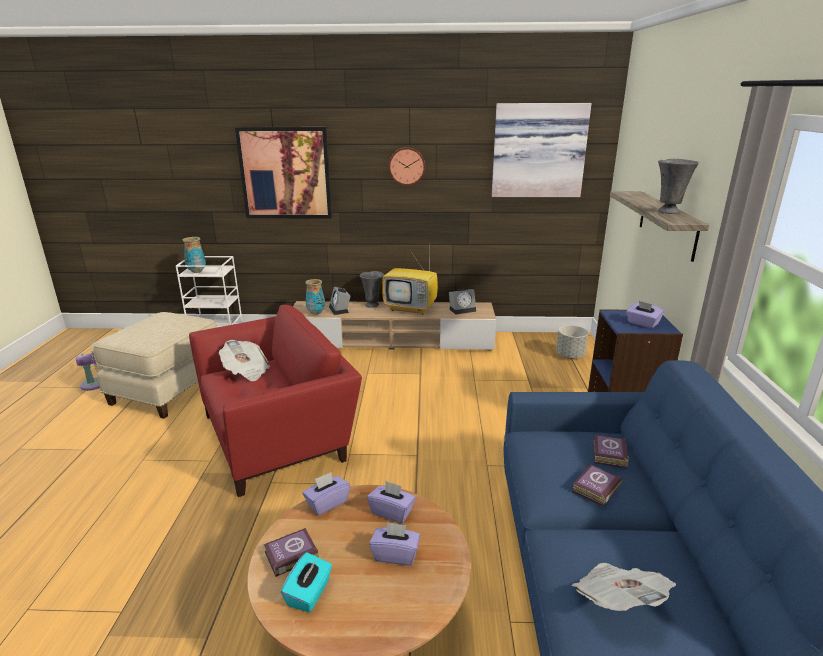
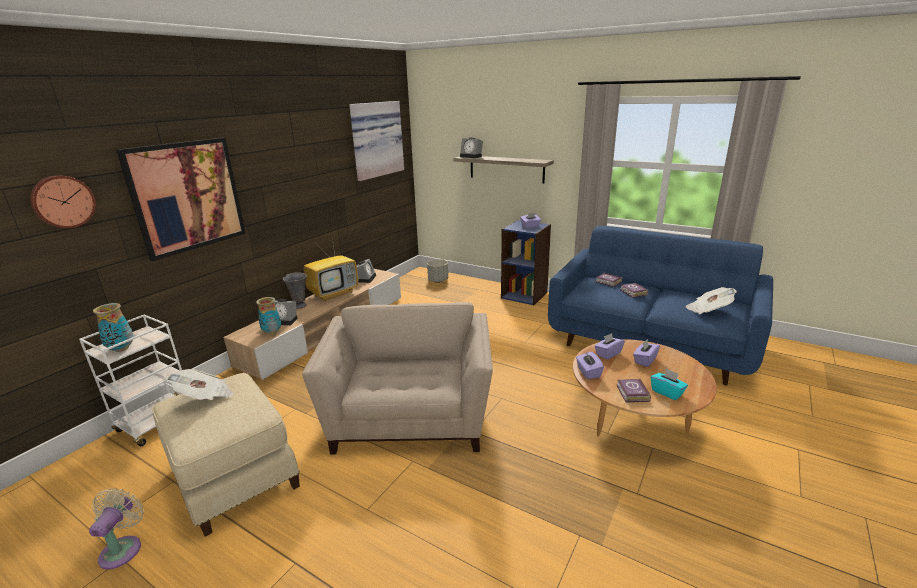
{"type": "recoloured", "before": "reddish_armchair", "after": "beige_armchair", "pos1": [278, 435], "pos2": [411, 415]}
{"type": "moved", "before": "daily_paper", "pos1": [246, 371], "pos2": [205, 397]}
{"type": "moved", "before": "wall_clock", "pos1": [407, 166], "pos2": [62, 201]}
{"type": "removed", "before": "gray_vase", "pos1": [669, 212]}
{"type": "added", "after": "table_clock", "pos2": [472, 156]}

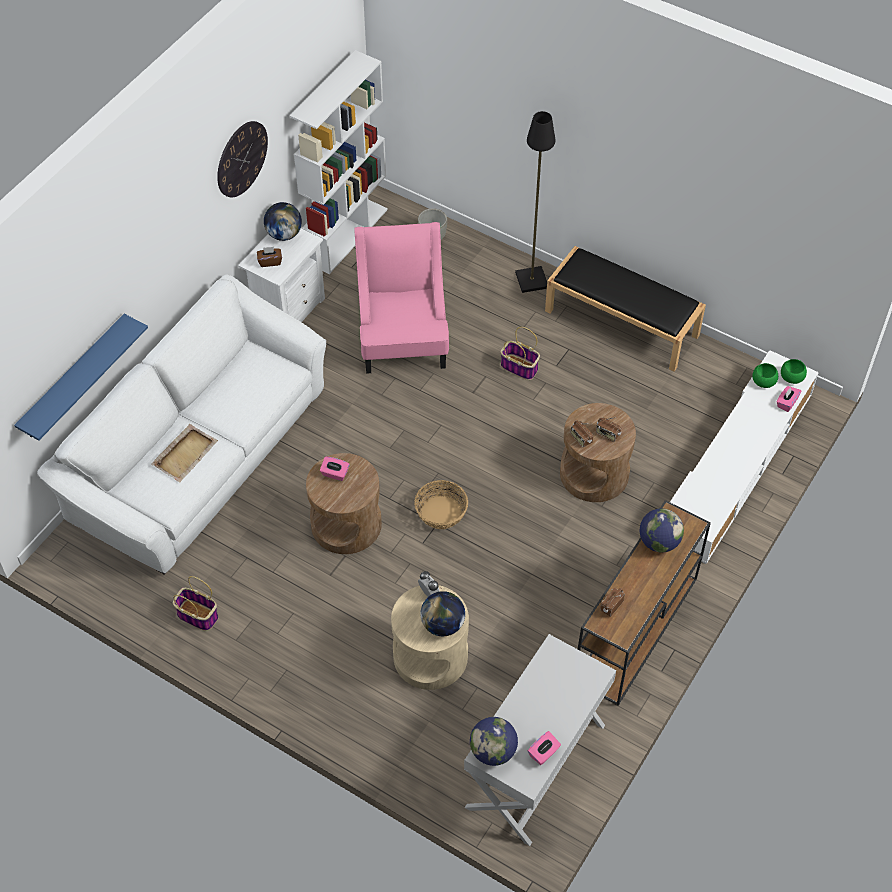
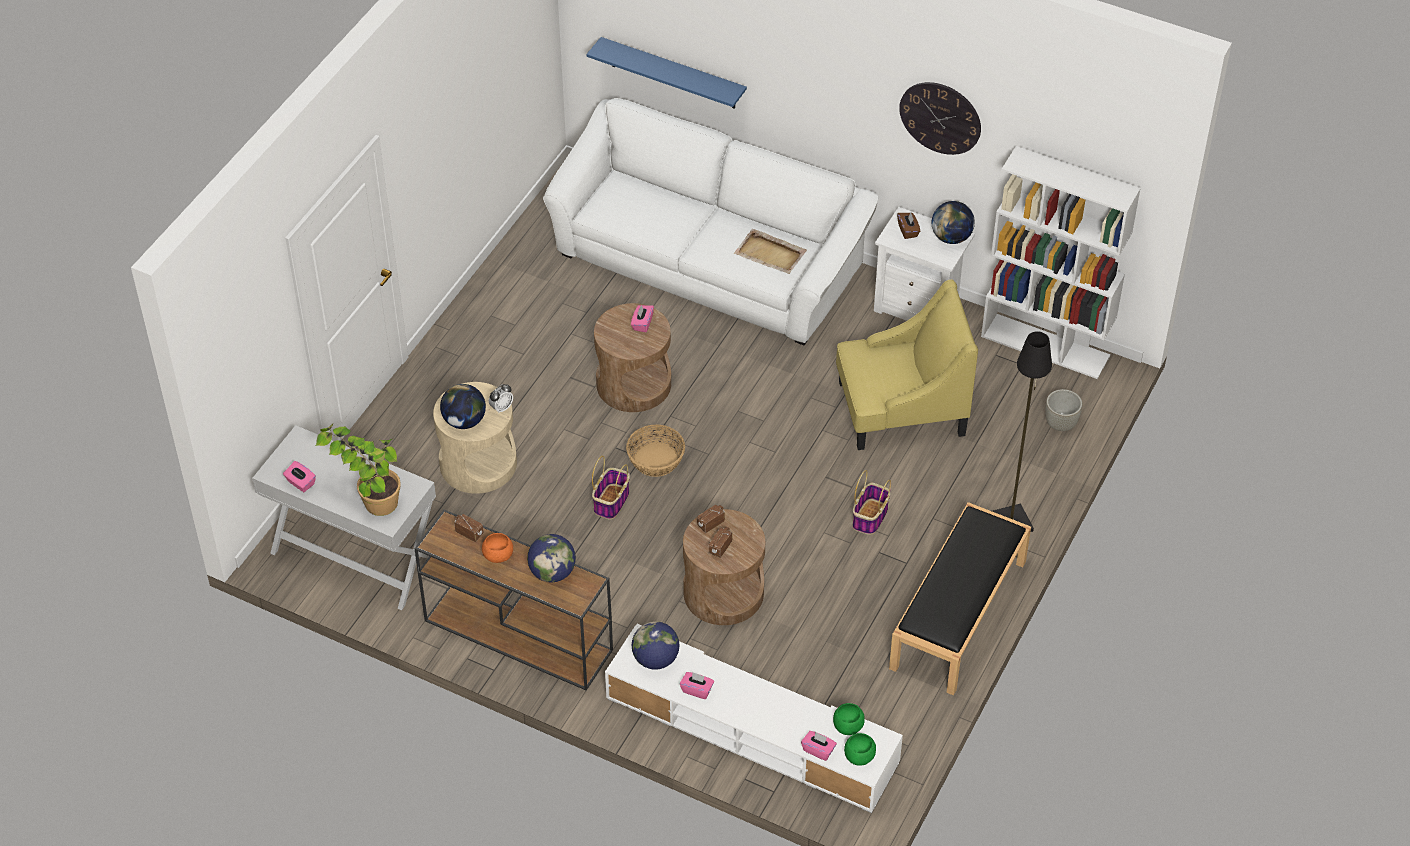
{"type": "moved", "before": "beige_serving_tray", "pos1": [185, 454], "pos2": [770, 254]}
{"type": "moved", "before": "household_basket", "pos1": [197, 615], "pos2": [611, 501]}
{"type": "recoloured", "before": "pink_armchair", "after": "yellow-coloured_armchair", "pos1": [403, 335], "pos2": [901, 409]}
{"type": "moved", "before": "world_globe", "pos1": [493, 751], "pos2": [655, 659]}
{"type": "added", "after": "plant_in_a_pot", "pos2": [368, 494]}
{"type": "added", "after": "orange_serving_bowl", "pos2": [498, 556]}
{"type": "added", "after": "pink_box_of_tissues", "pos2": [697, 690]}

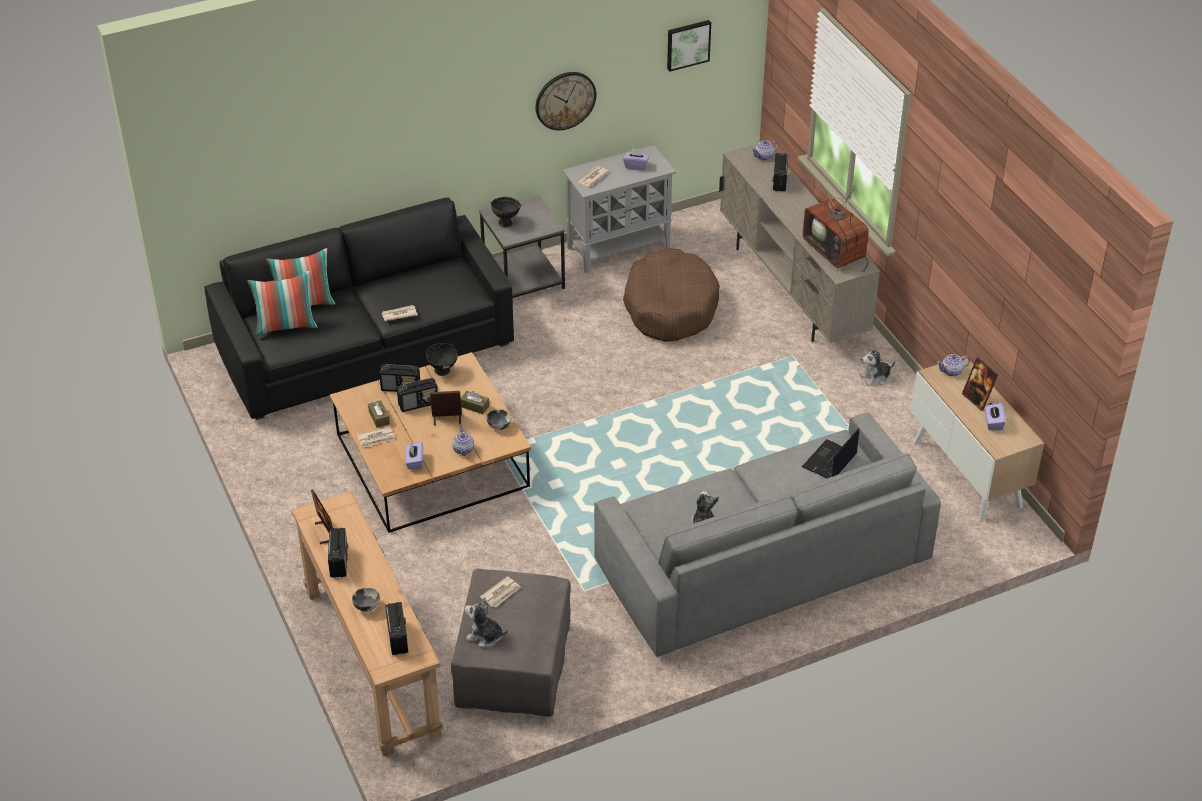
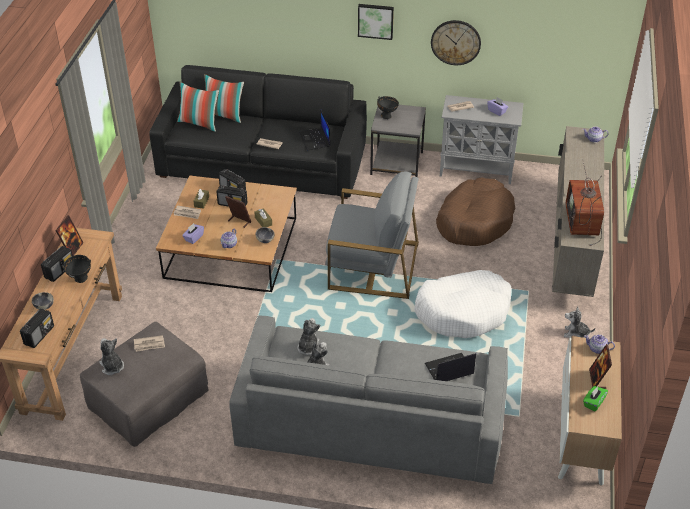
{"type": "moved", "before": "black_serving_bowl", "pos1": [443, 372], "pos2": [81, 279]}
{"type": "moved", "before": "picture", "pos1": [687, 44], "pos2": [375, 20]}
{"type": "removed", "before": "radio_receiver", "pos1": [779, 181]}
{"type": "recoloured", "before": "purplish_box_of_tissues", "after": "green-coloured_box_of_tissues", "pos1": [993, 423], "pos2": [593, 403]}
{"type": "added", "after": "cuddly_toy", "pos2": [308, 347]}
{"type": "added", "after": "portable_computer", "pos2": [315, 139]}
{"type": "added", "after": "gray_armchair", "pos2": [372, 266]}
{"type": "added", "after": "white-coloured_dog_bed", "pos2": [463, 311]}

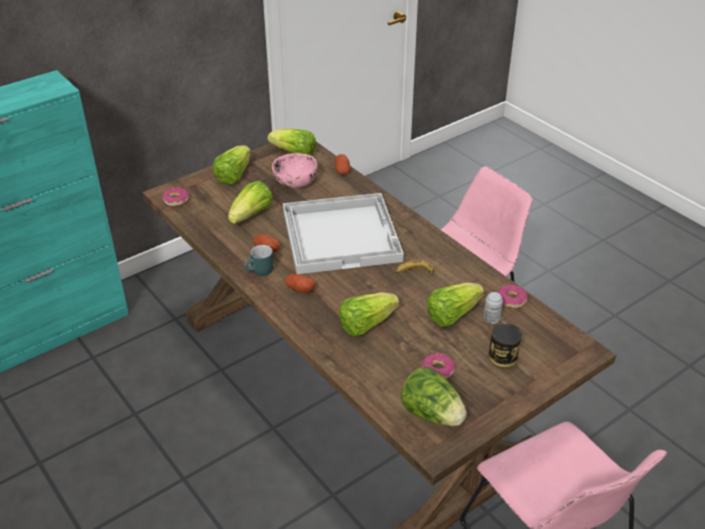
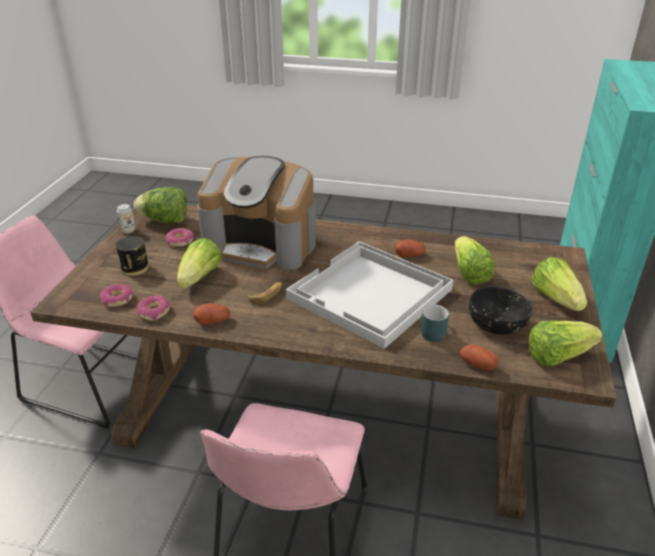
{"type": "moved", "before": "donut", "pos1": [176, 200], "pos2": [118, 300]}
{"type": "moved", "before": "blue-green_tea_mug", "pos1": [260, 272], "pos2": [432, 332]}
{"type": "recoloured", "before": "pink_serving_bowl", "after": "black_serving_bowl", "pos1": [295, 181], "pos2": [497, 324]}
{"type": "moved", "before": "potato", "pos1": [300, 289], "pos2": [212, 321]}
{"type": "replaced", "before": "lettuce_head", "after": "coffee_machine", "pos1": [366, 324], "pos2": [262, 244]}
{"type": "moved", "before": "can", "pos1": [491, 319], "pos2": [128, 230]}

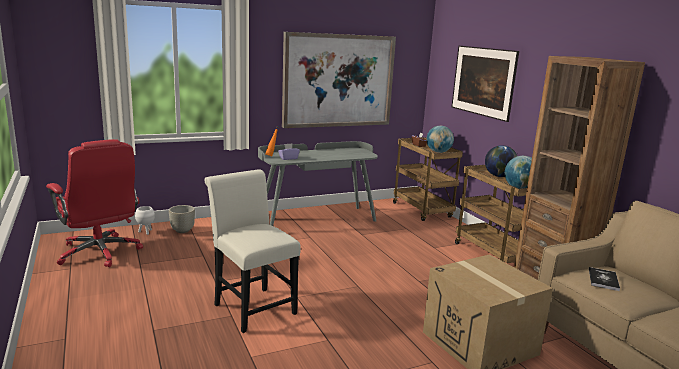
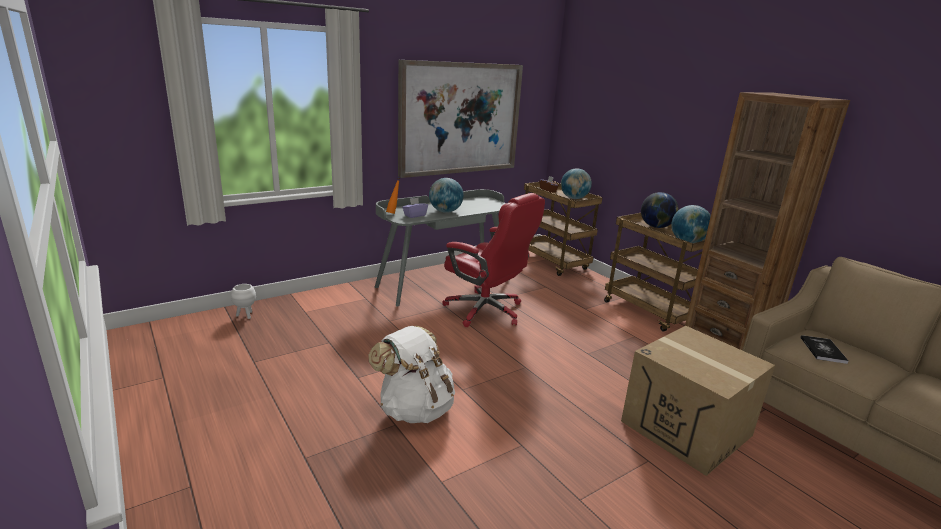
{"type": "moved", "before": "reddish_computer_chair", "pos1": [100, 252], "pos2": [486, 311]}
{"type": "removed", "before": "gray_planter", "pos1": [182, 230]}
{"type": "replaced", "before": "white-coloured_plain_chair", "after": "white-coloured_backpack", "pos1": [251, 306], "pos2": [415, 409]}
{"type": "removed", "before": "picture", "pos1": [481, 98]}
{"type": "added", "after": "world_globe", "pos2": [445, 211]}

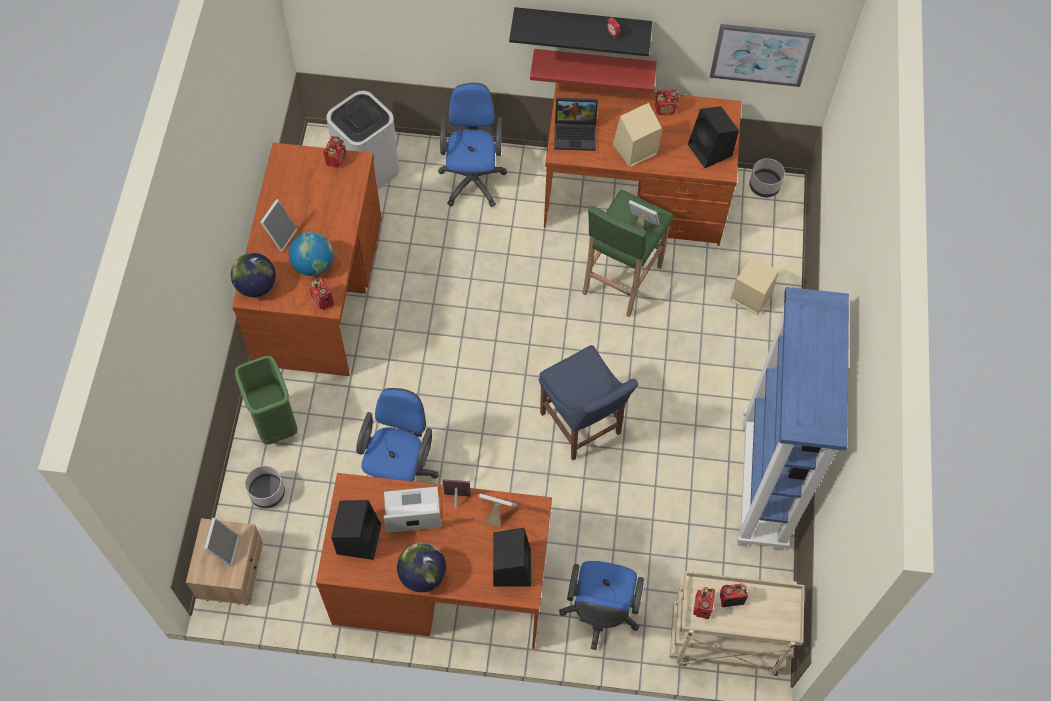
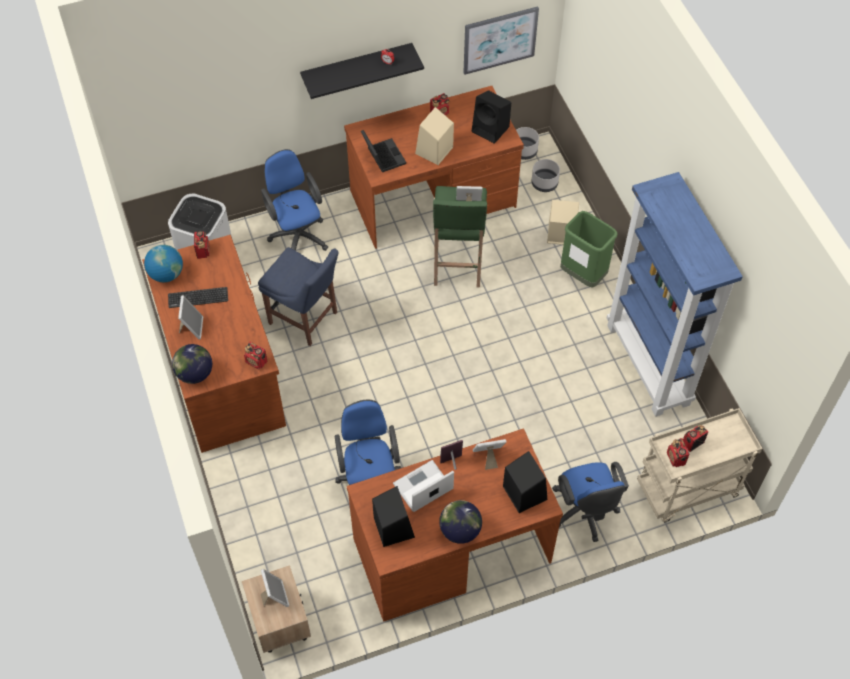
{"type": "moved", "before": "green-coloured_rubbish_bin", "pos1": [275, 423], "pos2": [582, 275]}
{"type": "moved", "before": "gray_planter", "pos1": [268, 493], "pos2": [544, 183]}
{"type": "moved", "before": "world_globe", "pos1": [313, 265], "pos2": [166, 274]}
{"type": "removed", "before": "reddish_shelf", "pos1": [594, 65]}
{"type": "moved", "before": "blue_plain_chair", "pos1": [582, 426], "pos2": [305, 320]}
{"type": "turned", "before": "portable_computer", "pos1": [576, 133], "pos2": [382, 156], "turn": -90}
{"type": "added", "after": "PC_keyboard", "pos2": [198, 298]}

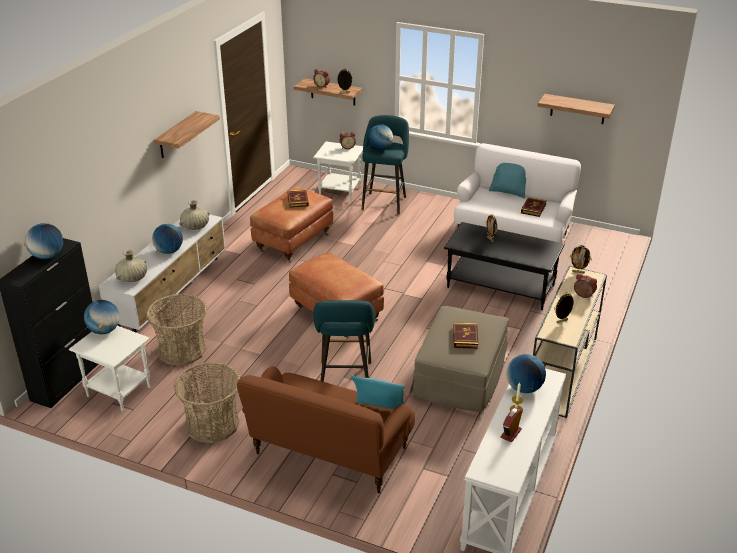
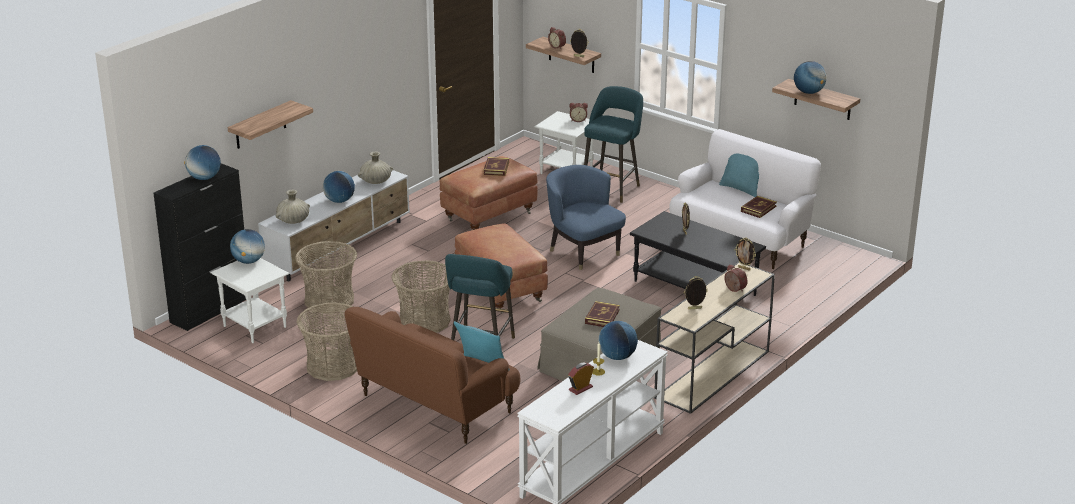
{"type": "moved", "before": "shelf", "pos1": [176, 135], "pos2": [260, 125]}
{"type": "moved", "before": "world_globe", "pos1": [380, 149], "pos2": [808, 92]}
{"type": "added", "after": "household_basket", "pos2": [424, 321]}
{"type": "added", "after": "blue_armchair", "pos2": [583, 252]}

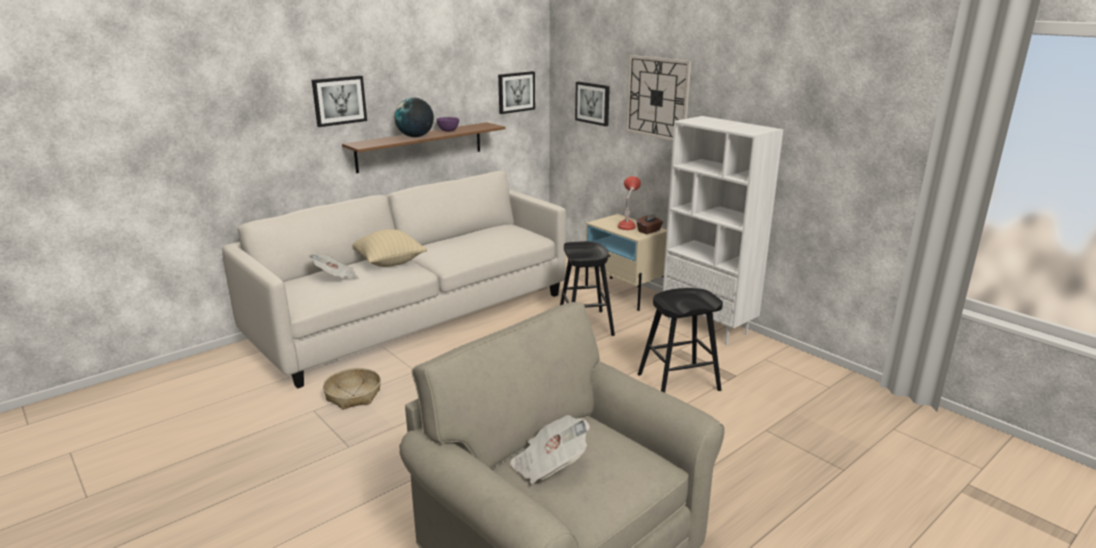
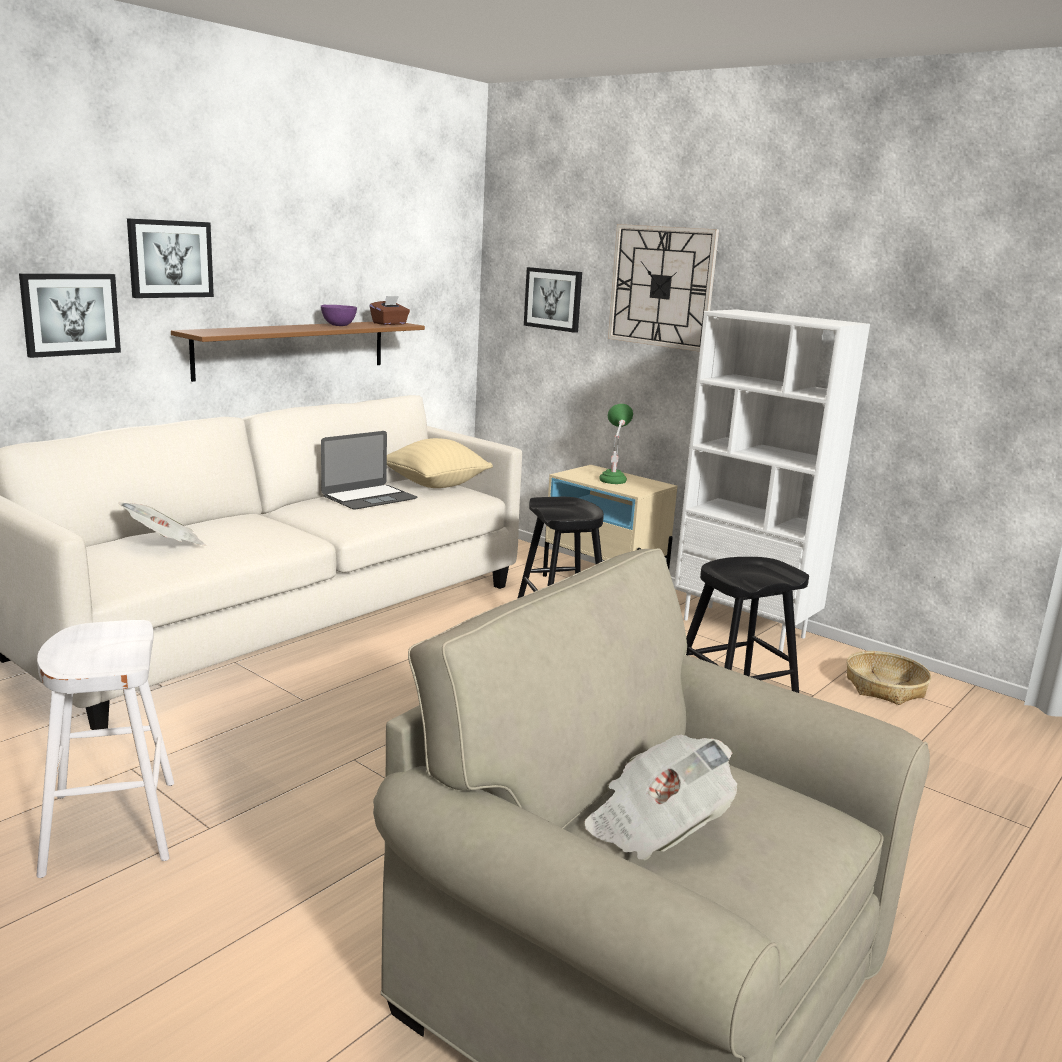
{"type": "moved", "before": "household_basket", "pos1": [353, 395], "pos2": [884, 687]}
{"type": "moved", "before": "beige_cushion", "pos1": [389, 262], "pos2": [435, 484]}
{"type": "removed", "before": "world_globe", "pos1": [415, 136]}
{"type": "moved", "before": "picture", "pos1": [516, 92], "pos2": [70, 314]}
{"type": "recoloured", "before": "reddish_table_lamp", "after": "green-coloured_table_lamp", "pos1": [627, 226], "pos2": [613, 479]}
{"type": "moved", "before": "brown-coloured_box_of_tissues", "pos1": [649, 231], "pos2": [389, 324]}
{"type": "added", "after": "white-coloured_stool", "pos2": [111, 827]}
{"type": "added", "after": "portable_computer", "pos2": [369, 497]}

